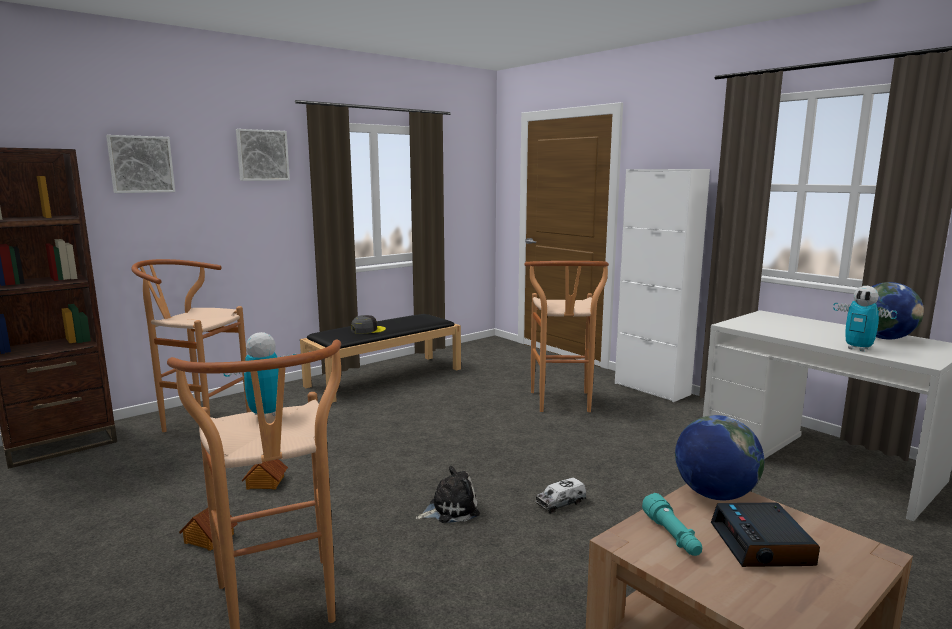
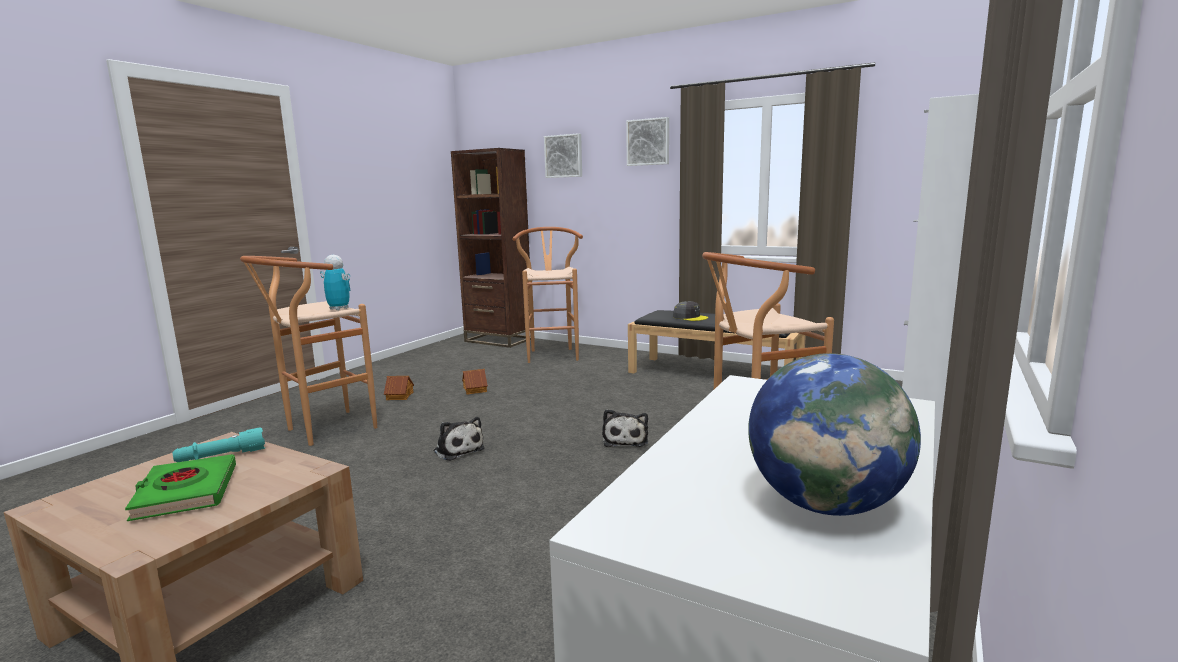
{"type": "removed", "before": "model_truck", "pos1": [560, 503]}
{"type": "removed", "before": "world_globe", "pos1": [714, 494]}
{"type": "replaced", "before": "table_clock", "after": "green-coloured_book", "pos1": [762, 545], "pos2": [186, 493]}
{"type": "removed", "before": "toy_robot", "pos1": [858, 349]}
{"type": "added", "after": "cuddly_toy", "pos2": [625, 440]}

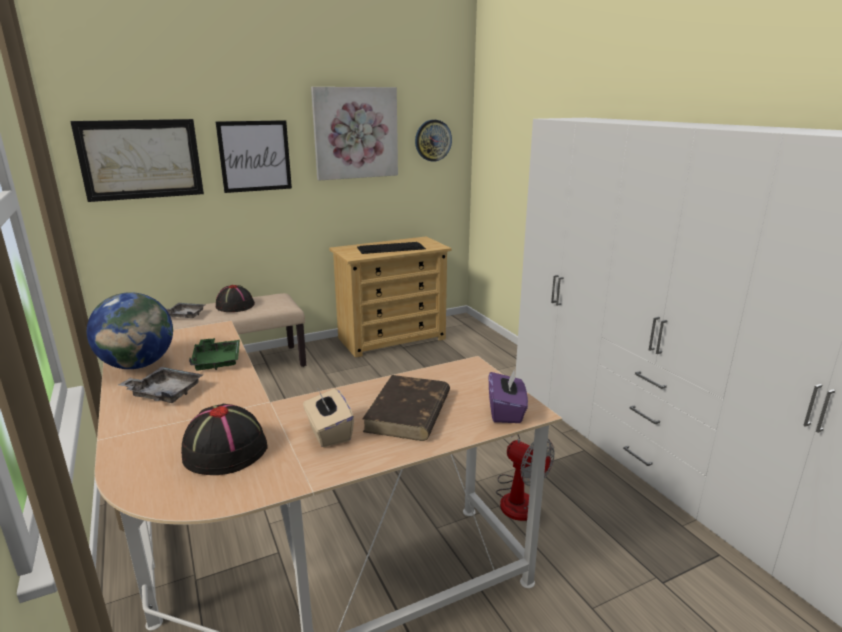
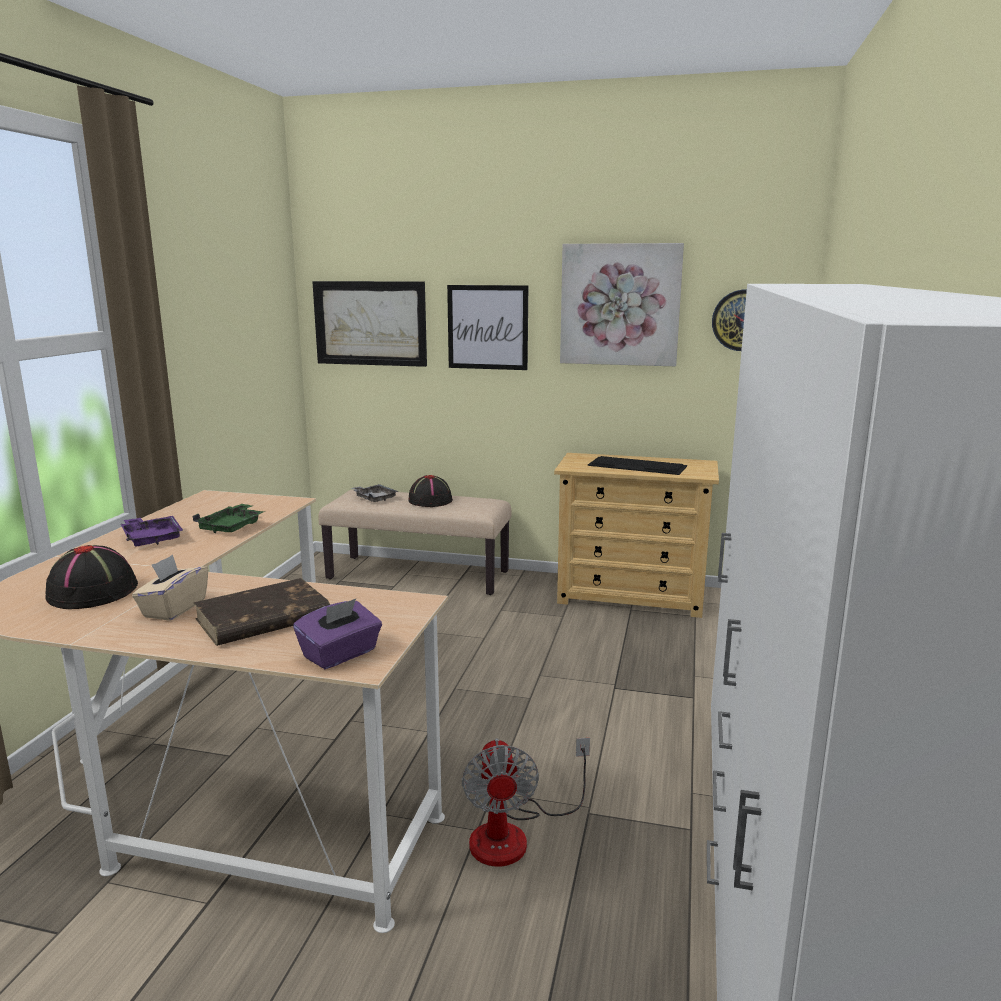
{"type": "removed", "before": "world_globe", "pos1": [138, 365]}
{"type": "recoloured", "before": "gray_serving_tray", "after": "purplish_serving_tray", "pos1": [164, 393], "pos2": [152, 539]}

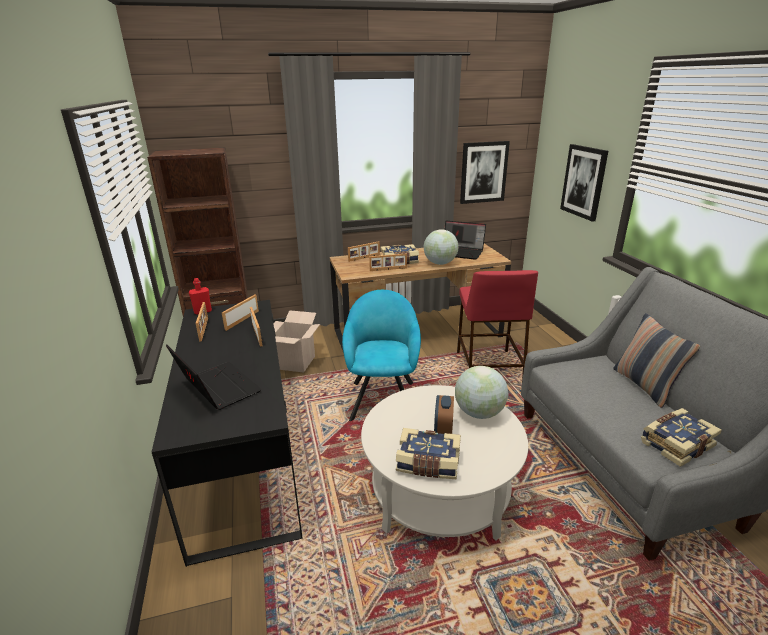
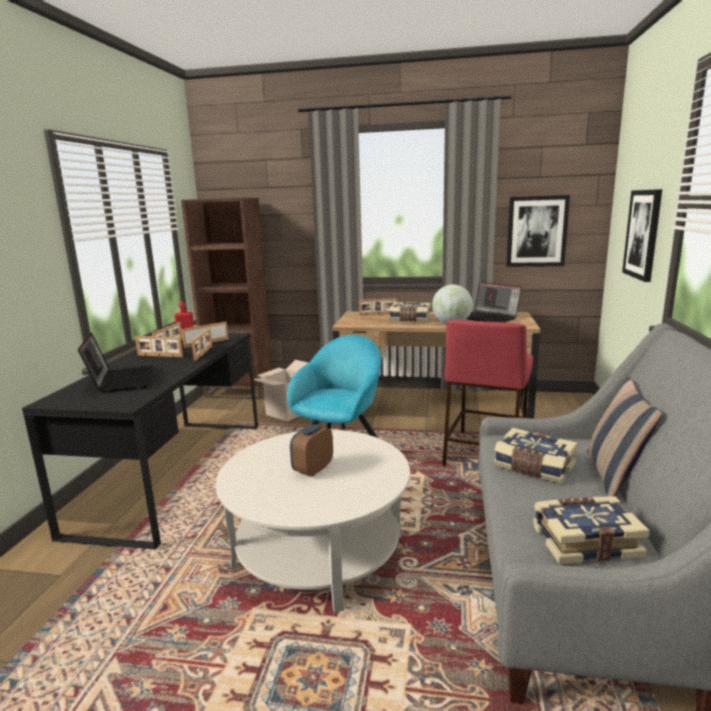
{"type": "moved", "before": "photo_frame", "pos1": [388, 269], "pos2": [159, 356]}
{"type": "moved", "before": "book", "pos1": [428, 463], "pos2": [533, 467]}
{"type": "removed", "before": "world_globe", "pos1": [479, 413]}

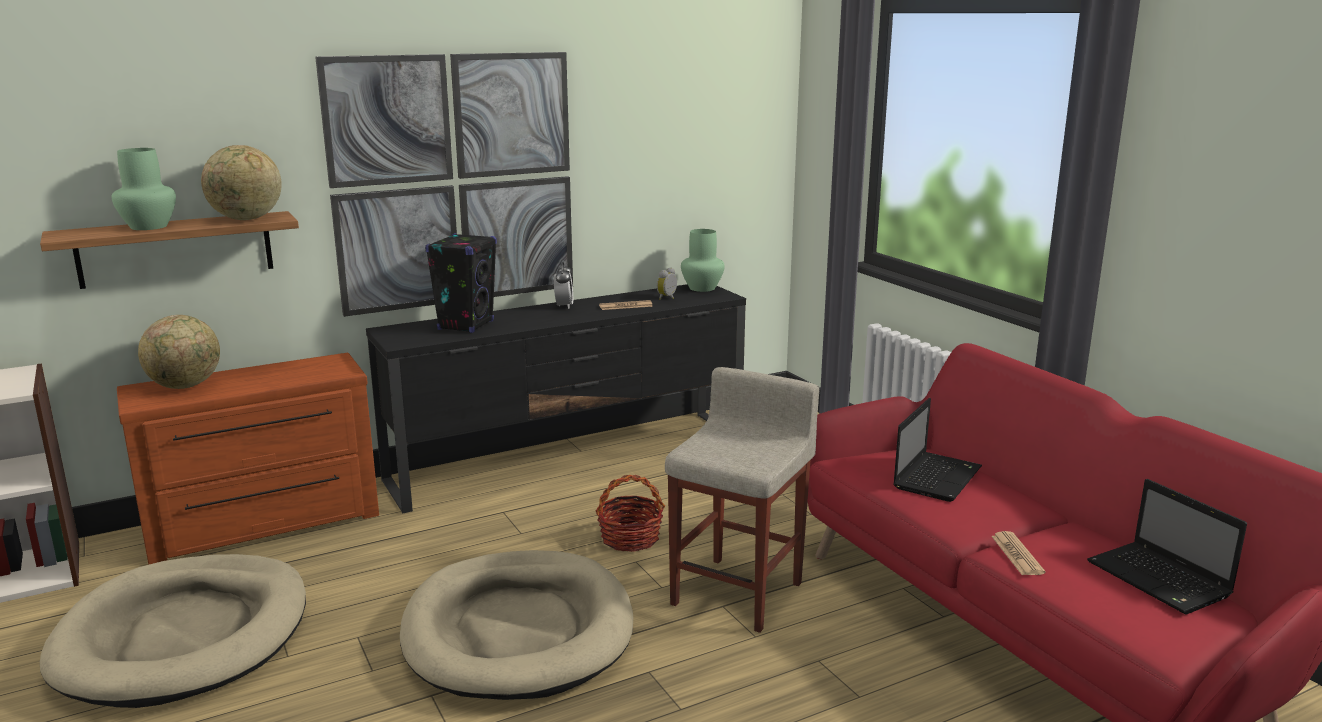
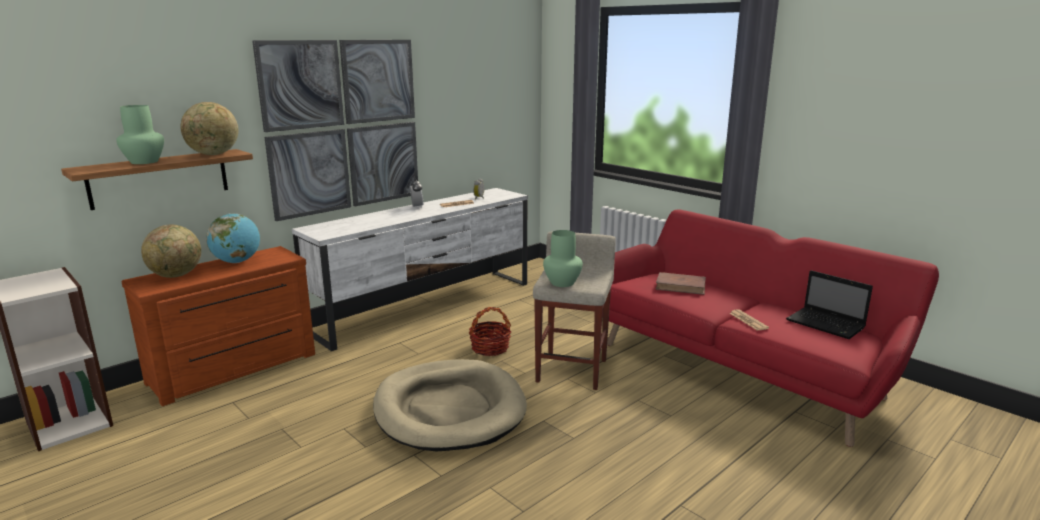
{"type": "removed", "before": "beige_dog_bed", "pos1": [184, 636]}
{"type": "recoloured", "before": "black_tv_unit", "after": "white-coloured_tv_unit", "pos1": [572, 458], "pos2": [426, 306]}
{"type": "removed", "before": "black_loudspeaker", "pos1": [466, 325]}
{"type": "moved", "before": "green-coloured_vase", "pos1": [702, 288], "pos2": [562, 282]}
{"type": "replaced", "before": "portable_computer", "after": "brown-coloured_book", "pos1": [937, 477], "pos2": [681, 286]}
{"type": "added", "after": "world_globe", "pos2": [237, 262]}

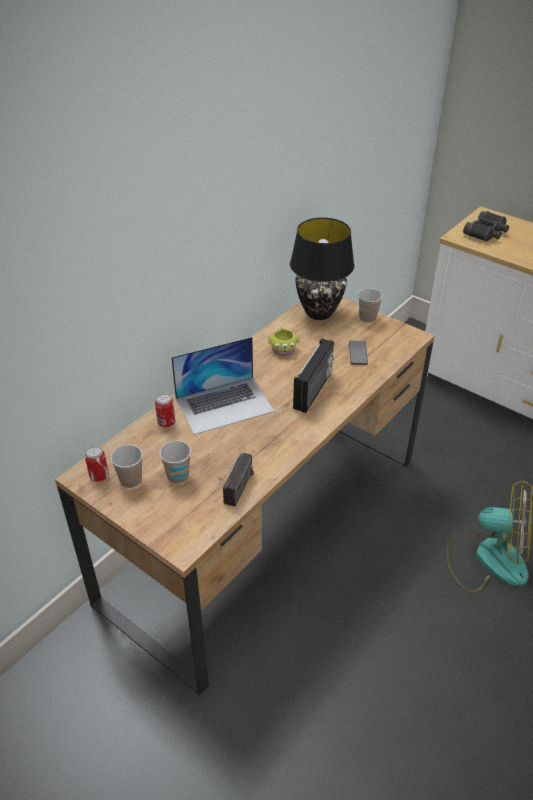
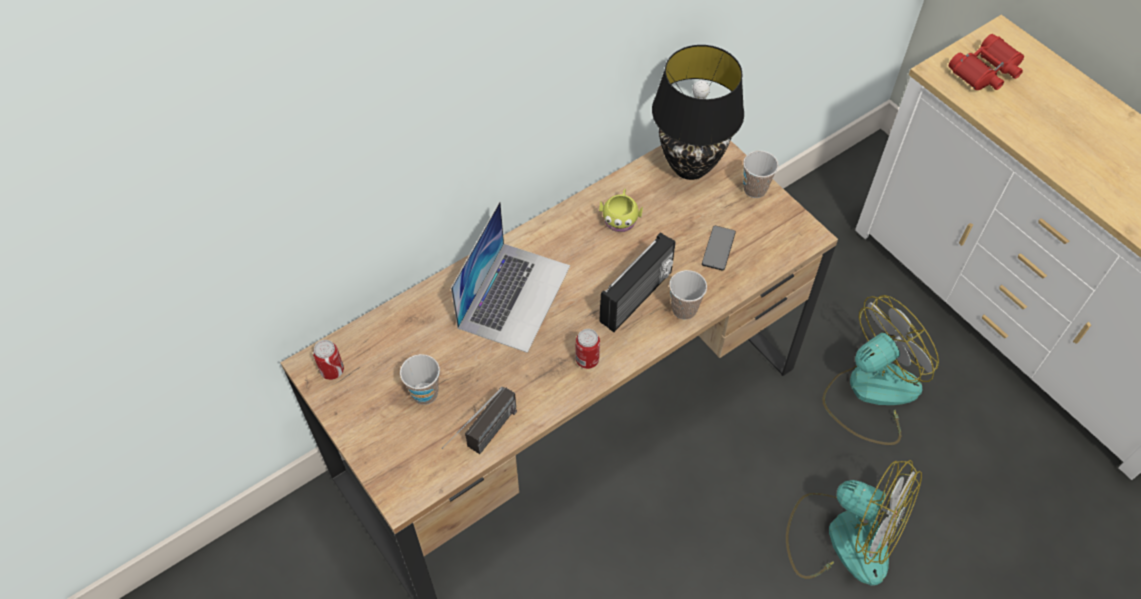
{"type": "moved", "before": "cup", "pos1": [131, 480], "pos2": [684, 309]}
{"type": "moved", "before": "can", "pos1": [166, 423], "pos2": [587, 360]}
{"type": "turned", "before": "portable_computer", "pos1": [224, 404], "pos2": [514, 296], "turn": -60}
{"type": "recoloured", "before": "black_field_glasses", "after": "reddish_field_glasses", "pos1": [486, 233], "pos2": [986, 72]}
{"type": "added", "after": "cooling_fan", "pos2": [870, 392]}

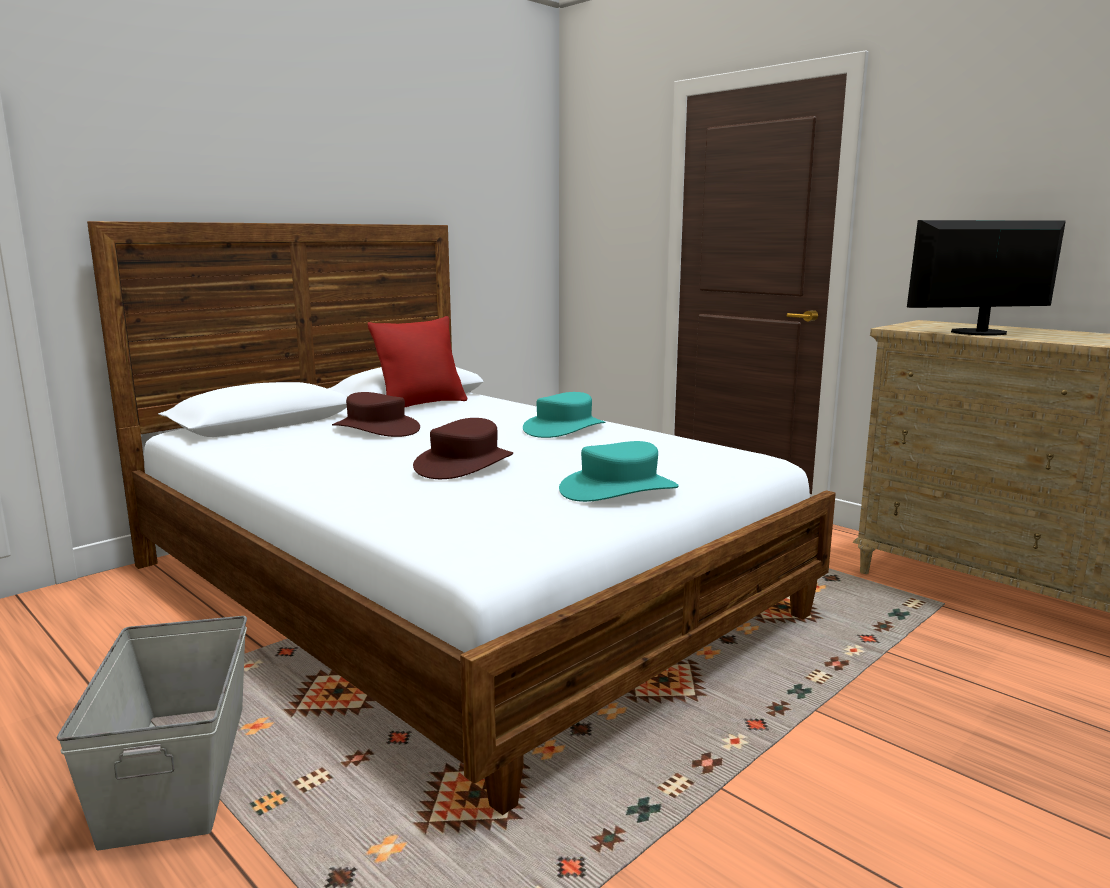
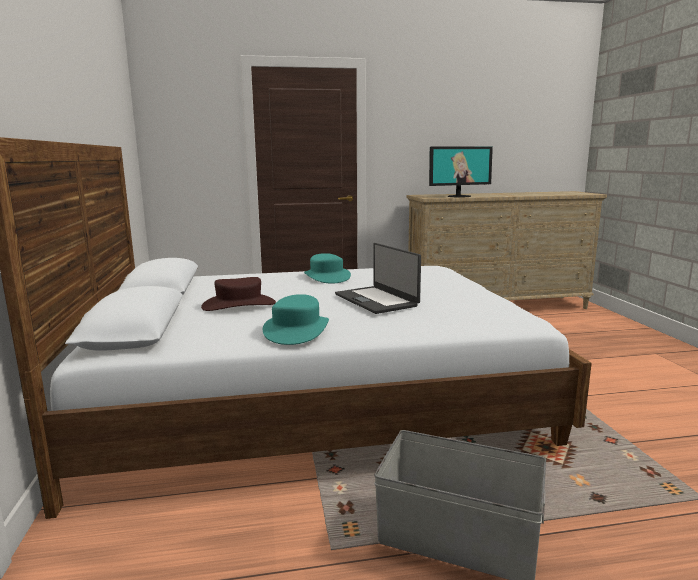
{"type": "removed", "before": "reddish_cushion", "pos1": [421, 405]}
{"type": "replaced", "before": "brown-coloured_clothing_hat", "after": "portable_computer", "pos1": [465, 464], "pos2": [376, 300]}
{"type": "moved", "before": "blue-green_clothing_hat", "pos1": [618, 489], "pos2": [296, 330]}
{"type": "turned", "before": "computer_display", "pos1": [979, 332], "pos2": [459, 196], "turn": -135}

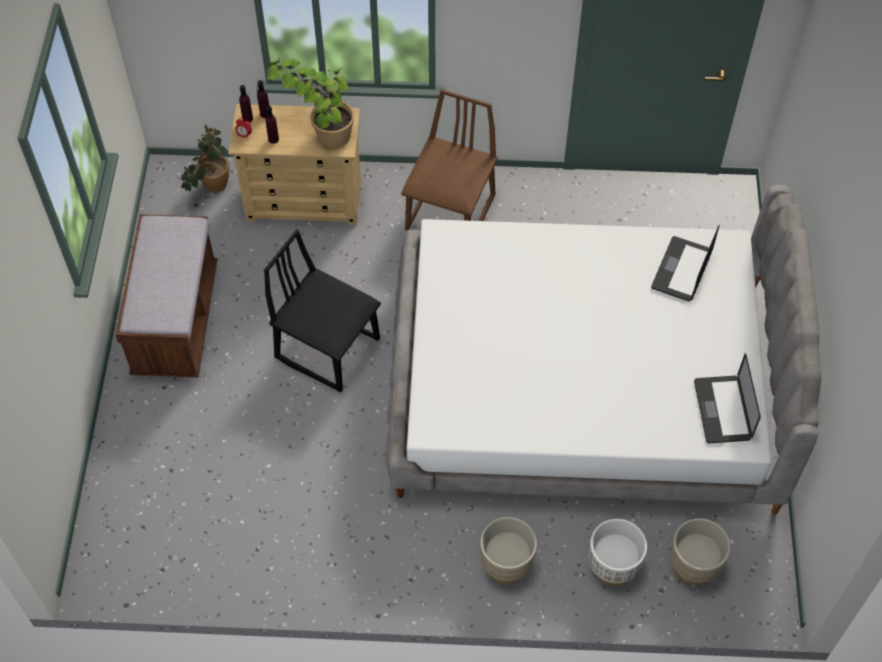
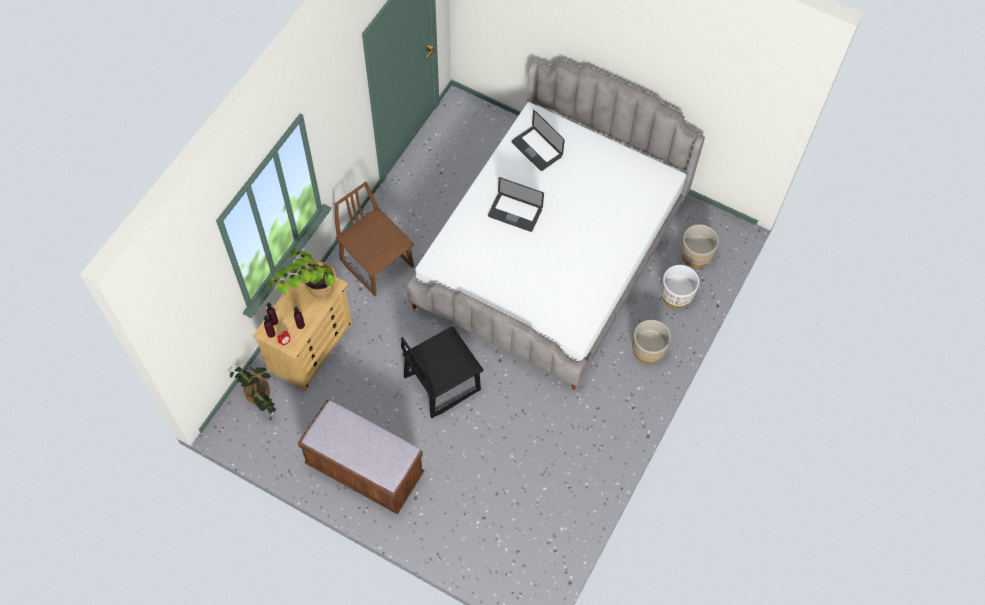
{"type": "moved", "before": "portable_computer", "pos1": [722, 410], "pos2": [515, 213]}

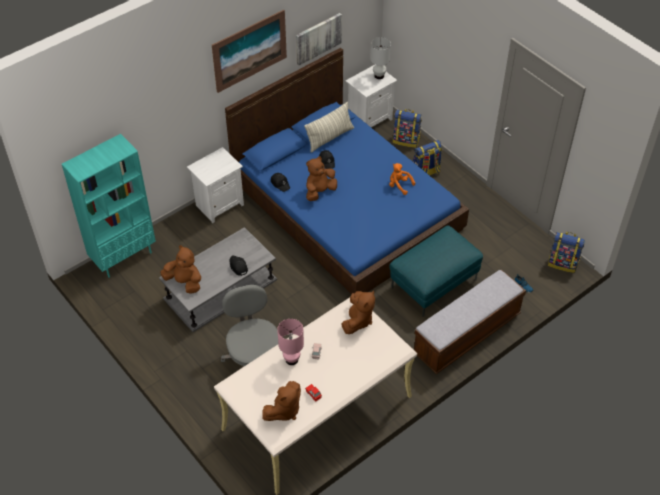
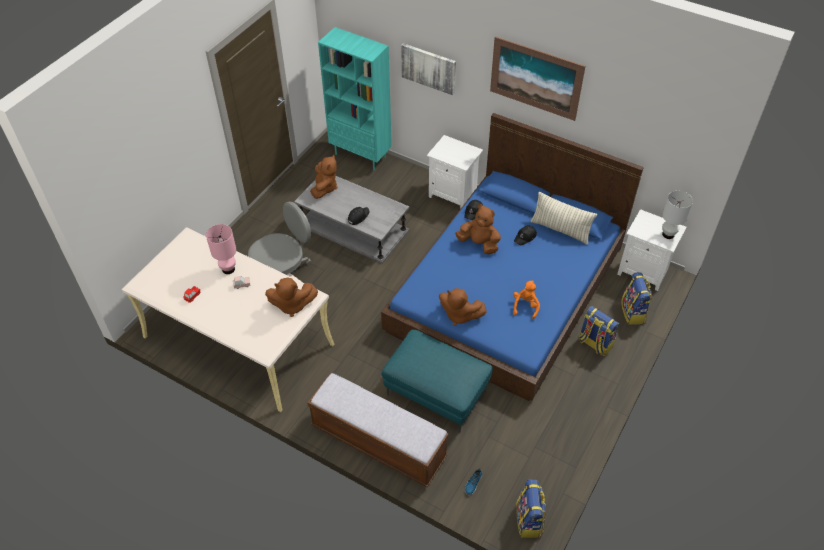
{"type": "moved", "before": "brown-coloured_cuddly_toy", "pos1": [284, 410], "pos2": [459, 315]}
{"type": "moved", "before": "picture", "pos1": [318, 38], "pos2": [429, 68]}

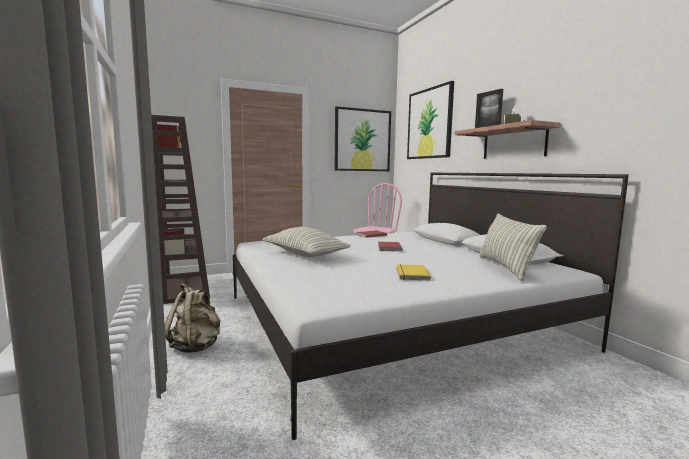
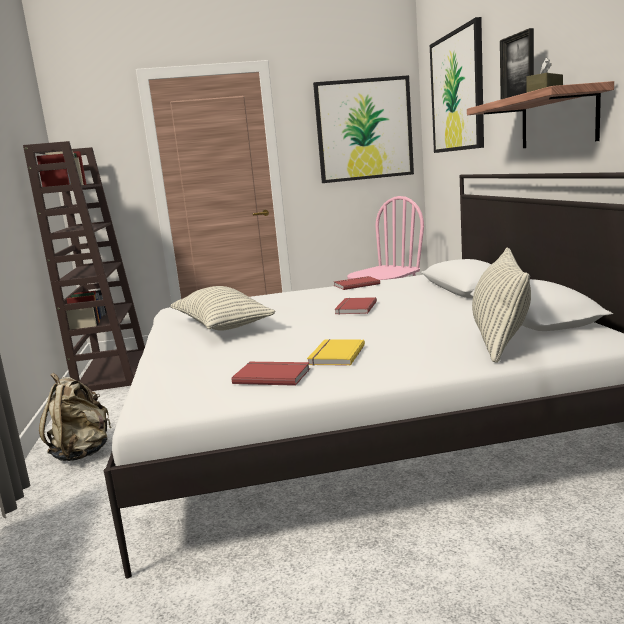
{"type": "added", "after": "reddish_book", "pos2": [272, 375]}

